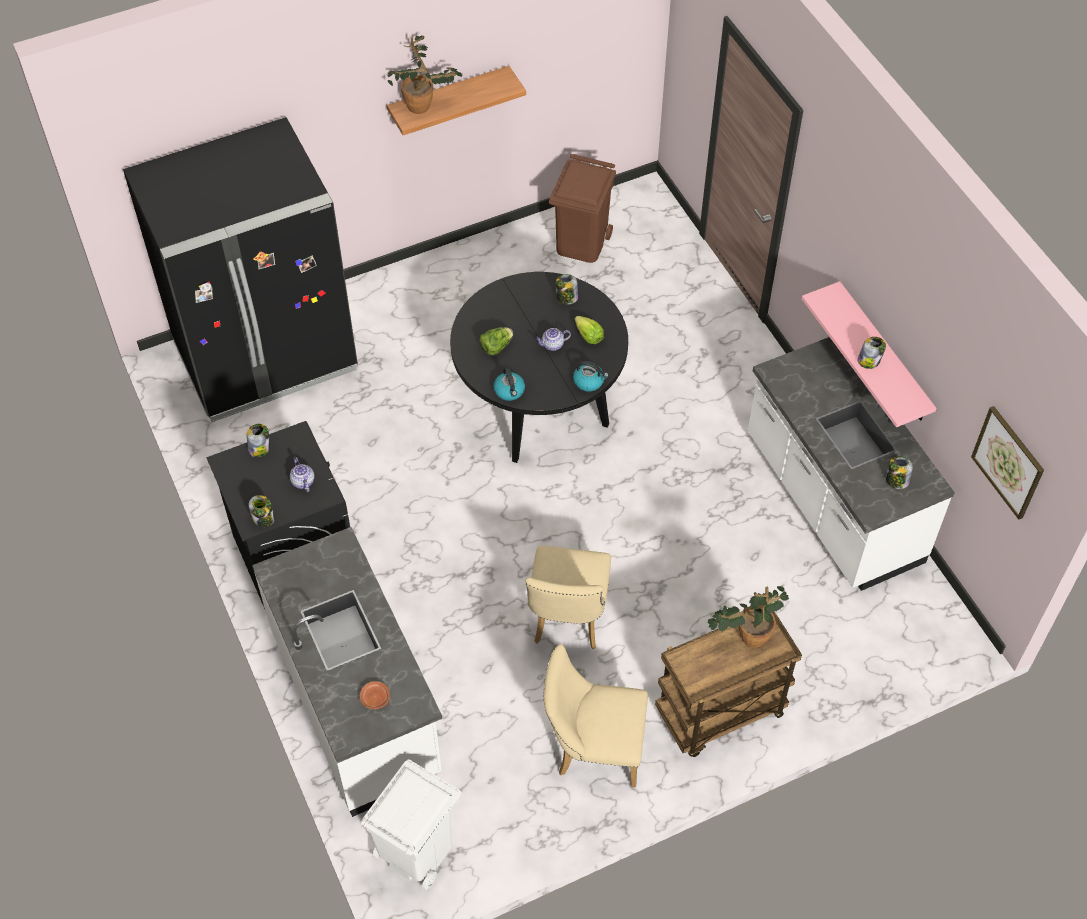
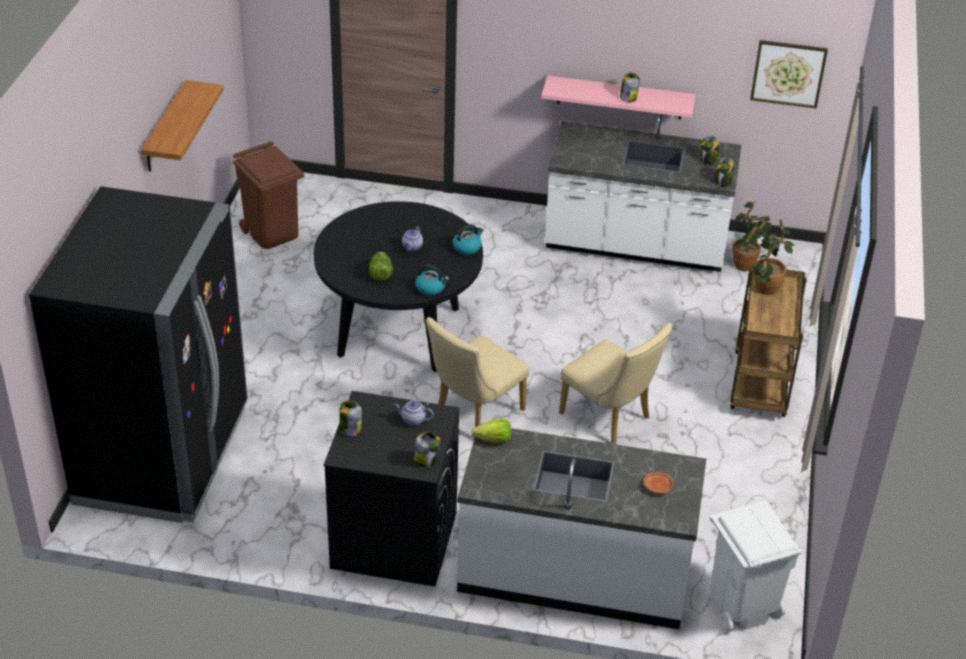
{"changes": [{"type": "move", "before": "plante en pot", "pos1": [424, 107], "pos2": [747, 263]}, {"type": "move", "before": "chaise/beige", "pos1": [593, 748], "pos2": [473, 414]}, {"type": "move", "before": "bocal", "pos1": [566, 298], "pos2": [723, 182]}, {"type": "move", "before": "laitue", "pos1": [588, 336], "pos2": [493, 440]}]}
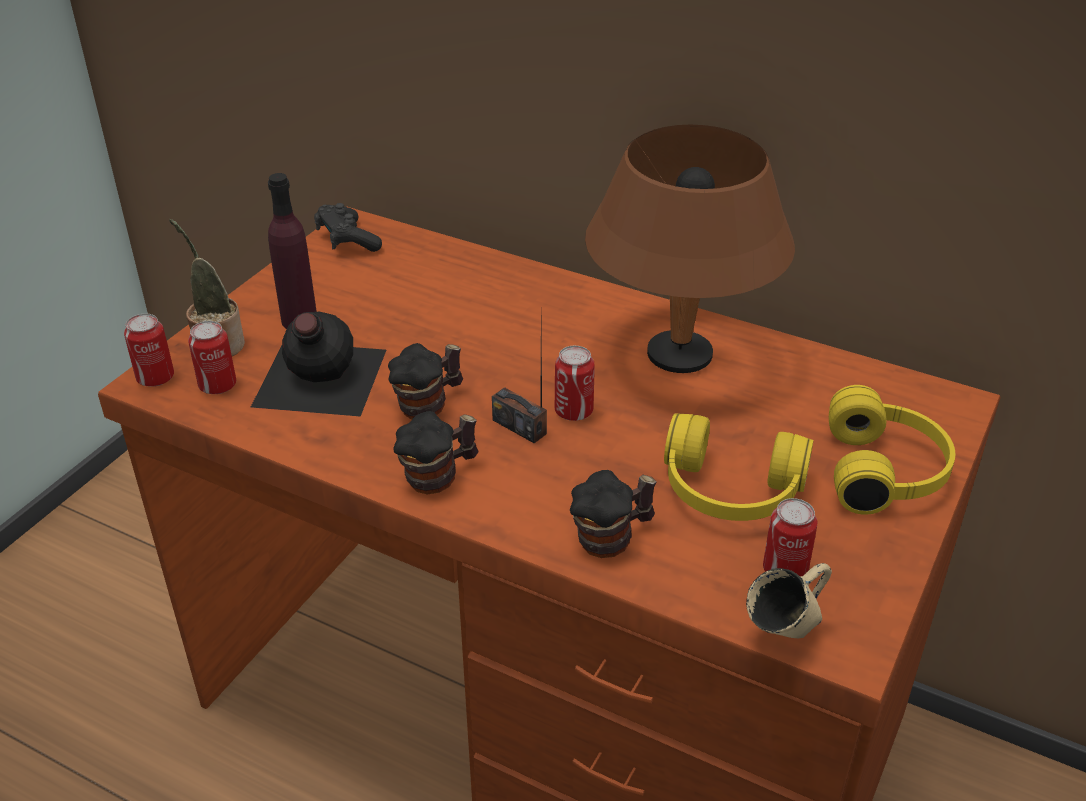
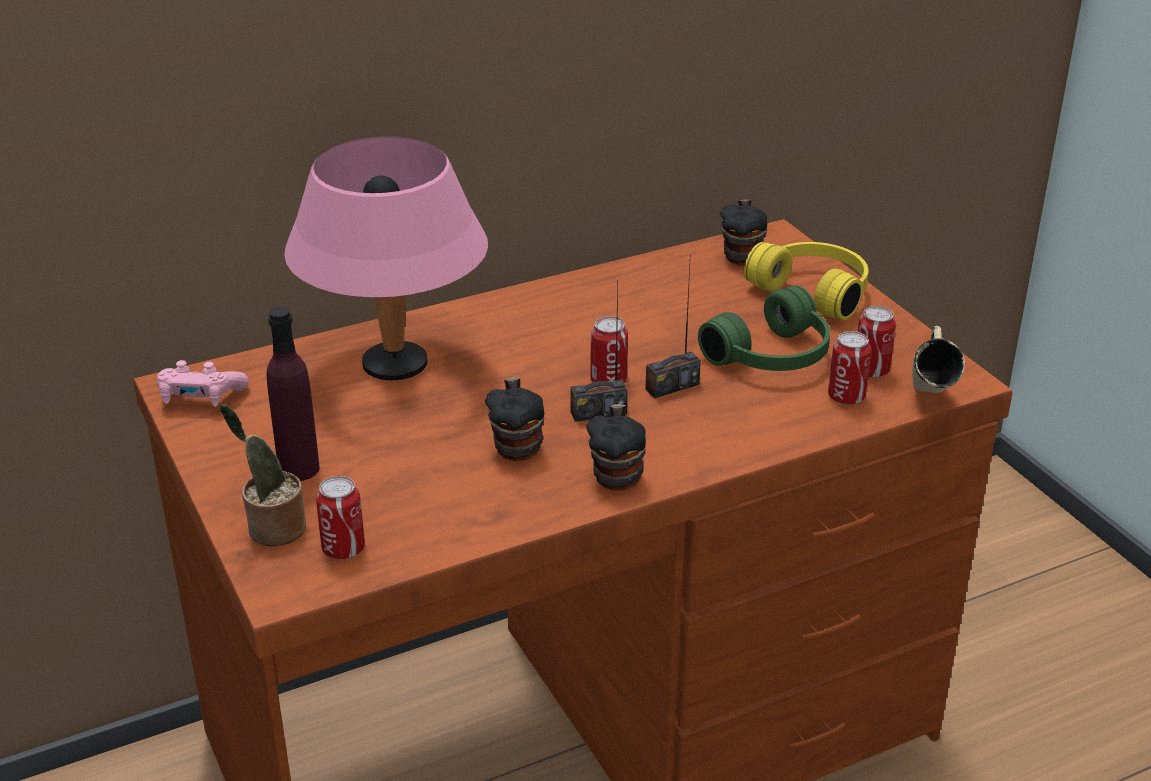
{"changes": [{"type": "move", "before": "boîte métallique", "pos1": [155, 378], "pos2": [846, 397]}, {"type": "delete", "before": "bouteille/noir", "pos1": [318, 378]}, {"type": "recolor", "before": "manette/noir", "after": "manette/rose", "pos1": [347, 240], "pos2": [200, 398]}, {"type": "move", "before": "mug", "pos1": [612, 538], "pos2": [742, 254]}, {"type": "delete", "before": "lampe de table/marron", "pos1": [680, 357]}, {"type": "recolor", "before": "casque audio/jaune", "after": "casque audio/vert", "pos1": [729, 493], "pos2": [774, 357]}, {"type": "insert", "after": "lampe de table/rose", "pos2": [394, 365]}, {"type": "insert", "after": "radio", "pos2": [672, 386]}]}
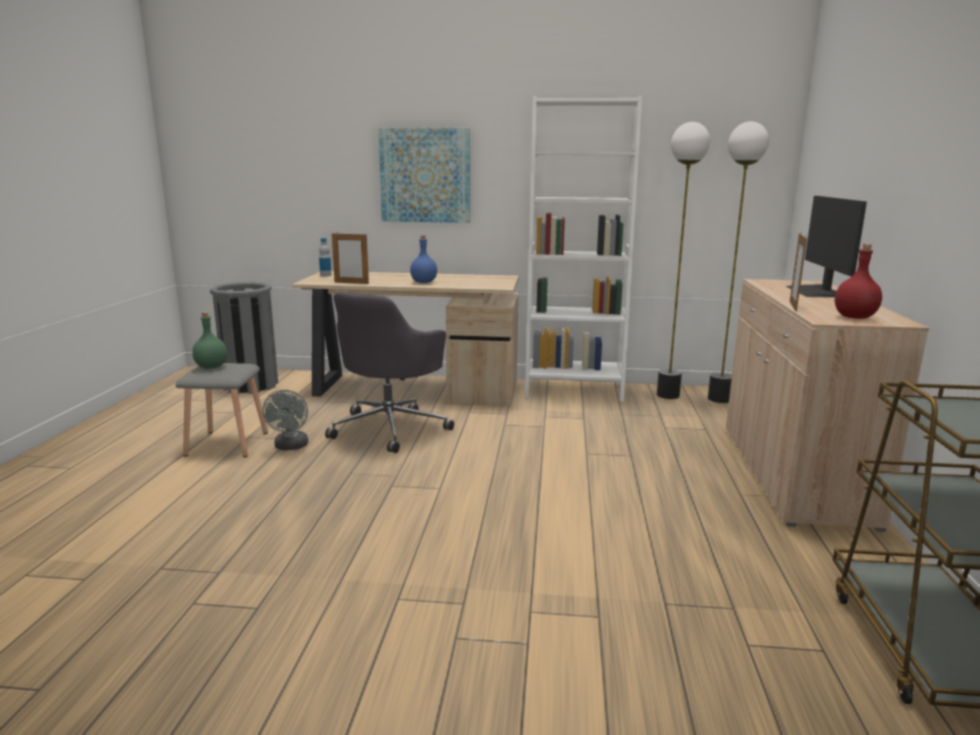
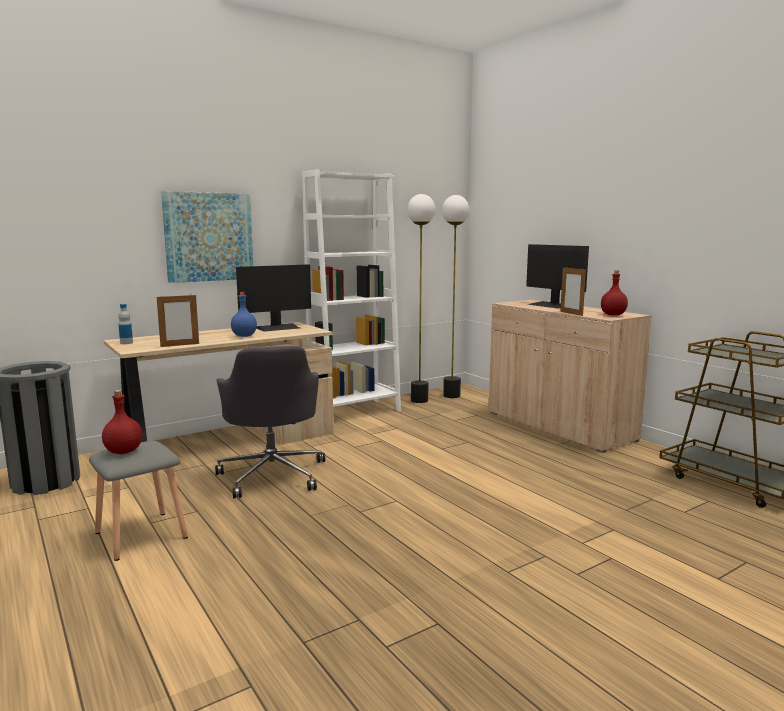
{"changes": [{"type": "recolor", "before": "bouteille/vert", "after": "bouteille/rouge", "pos1": [211, 367], "pos2": [123, 451]}, {"type": "delete", "before": "ventilateur/gris", "pos1": [290, 447]}, {"type": "insert", "after": "écran d'ordinateur", "pos2": [278, 327]}]}
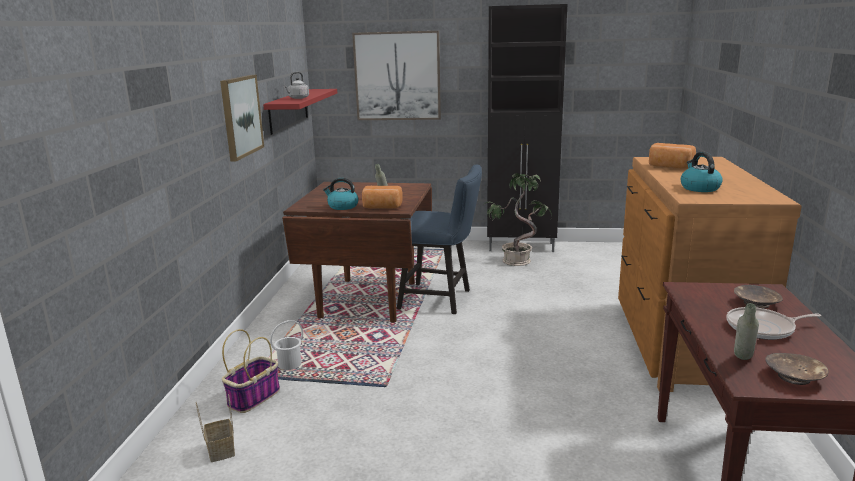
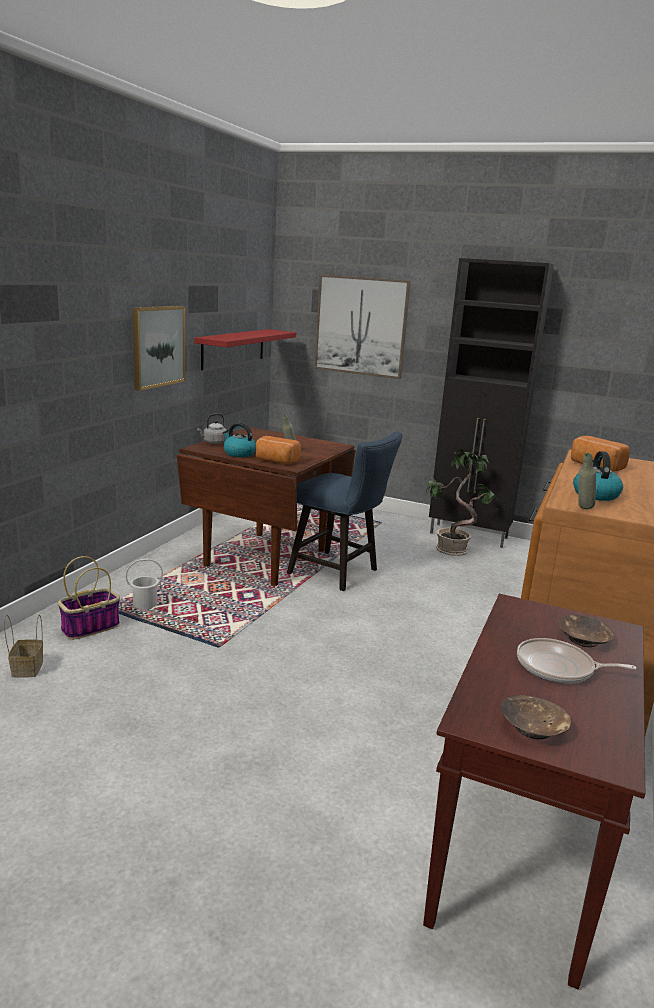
{"changes": [{"type": "move", "before": "bouilloire/gris", "pos1": [298, 98], "pos2": [214, 443]}, {"type": "move", "before": "bouteille/gris", "pos1": [742, 360], "pos2": [582, 509]}]}
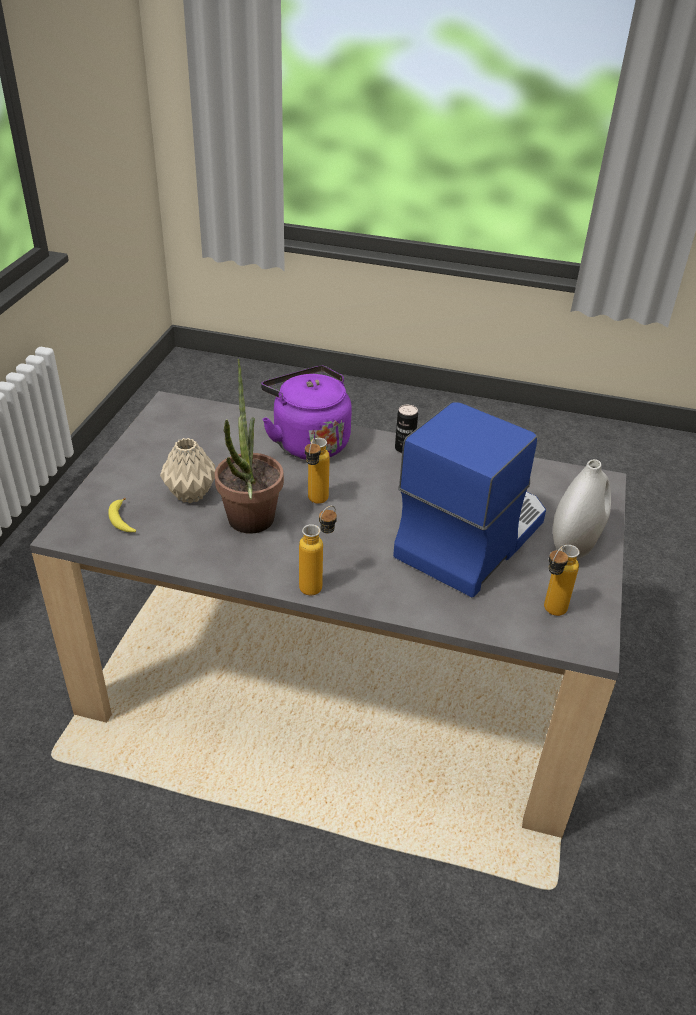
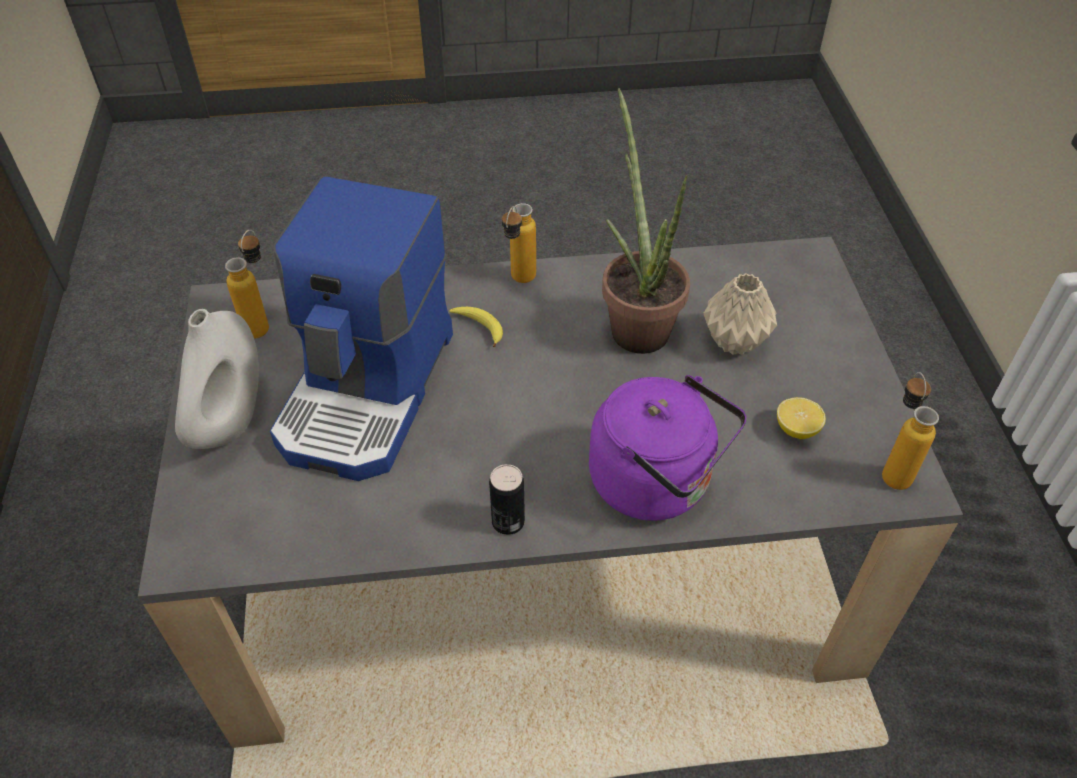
{"changes": [{"type": "move", "before": "banane", "pos1": [122, 520], "pos2": [479, 327]}, {"type": "move", "before": "bouteille", "pos1": [315, 503], "pos2": [892, 468]}, {"type": "insert", "after": "citron", "pos2": [796, 429]}]}
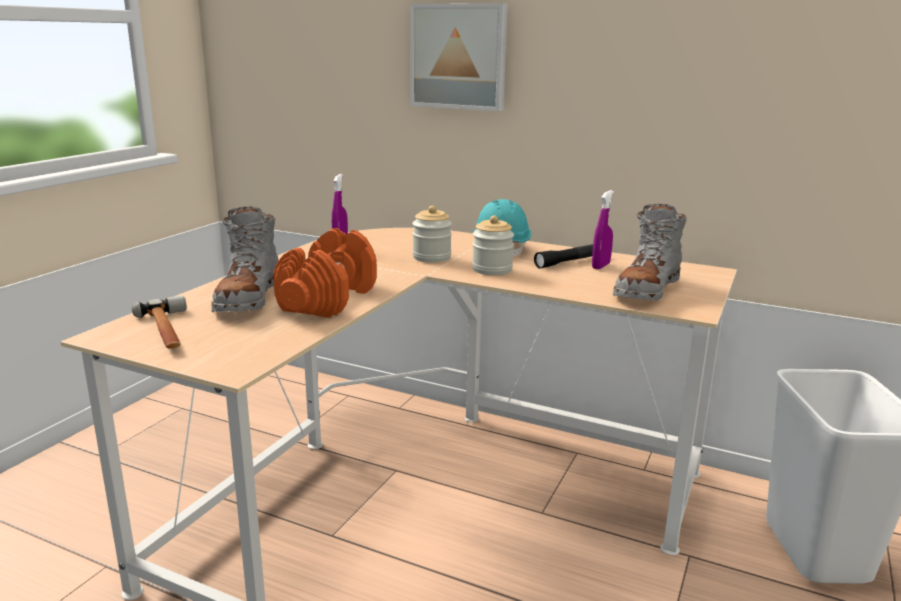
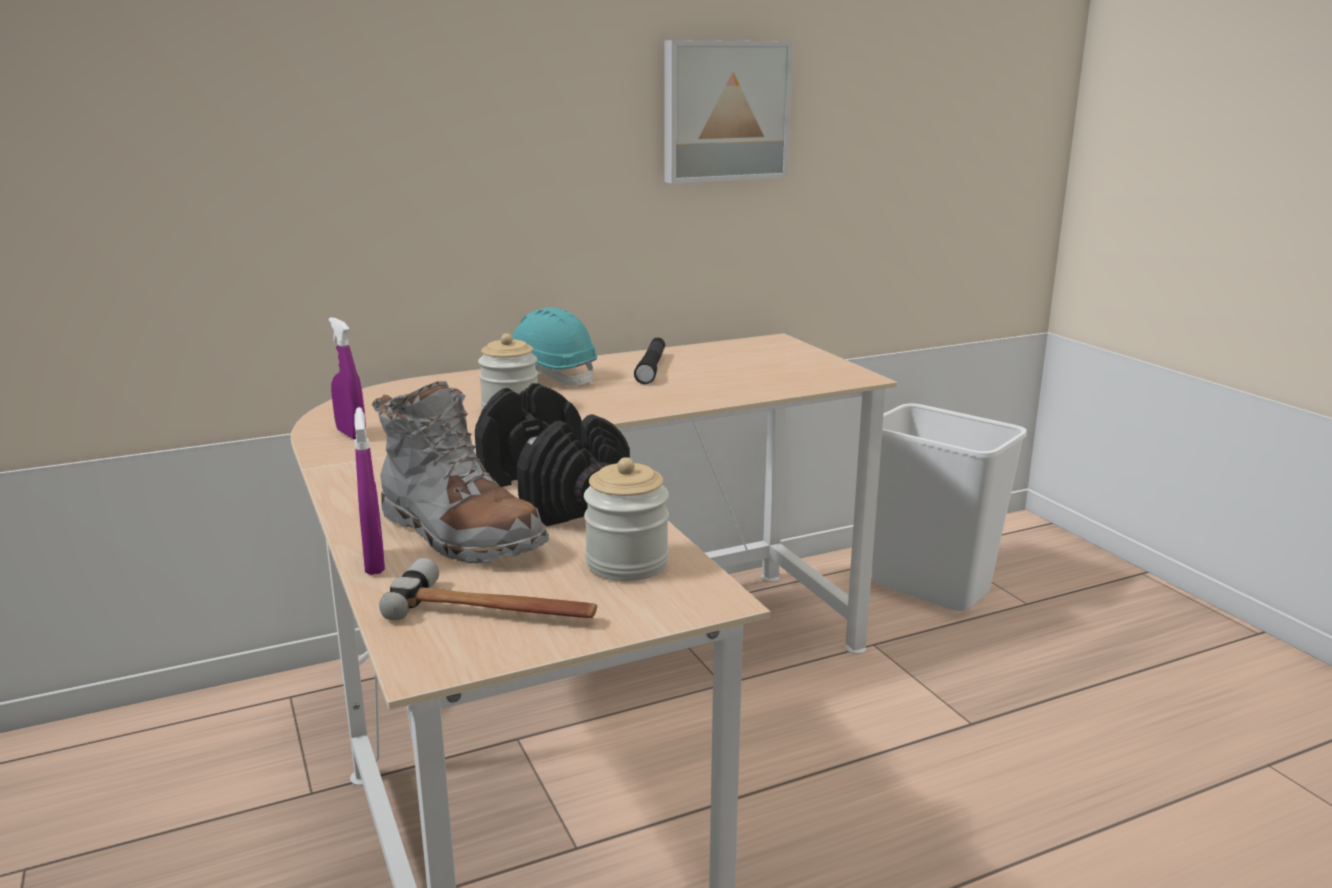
{"changes": [{"type": "recolor", "before": "haltère/orange", "after": "haltère/noir", "pos1": [328, 299], "pos2": [554, 493]}, {"type": "move", "before": "tableau", "pos1": [459, 56], "pos2": [724, 111]}, {"type": "move", "before": "bocal", "pos1": [492, 269], "pos2": [627, 563]}, {"type": "move", "before": "vaporisateur/violet", "pos1": [600, 266], "pos2": [374, 563]}, {"type": "delete", "before": "botte/gris", "pos1": [647, 290]}]}
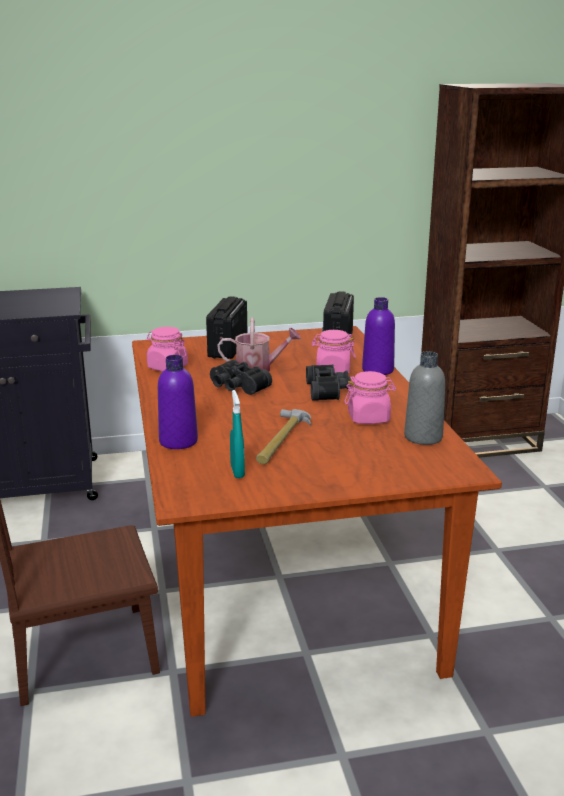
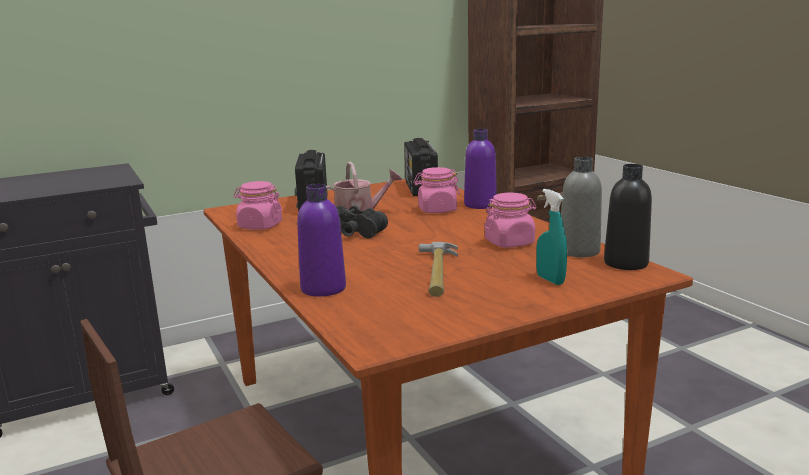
{"changes": [{"type": "move", "before": "vaporisateur/turquoise", "pos1": [237, 471], "pos2": [550, 280]}, {"type": "delete", "before": "jumelles/noir", "pos1": [328, 390]}, {"type": "insert", "after": "bouteille/noir", "pos2": [626, 263]}]}
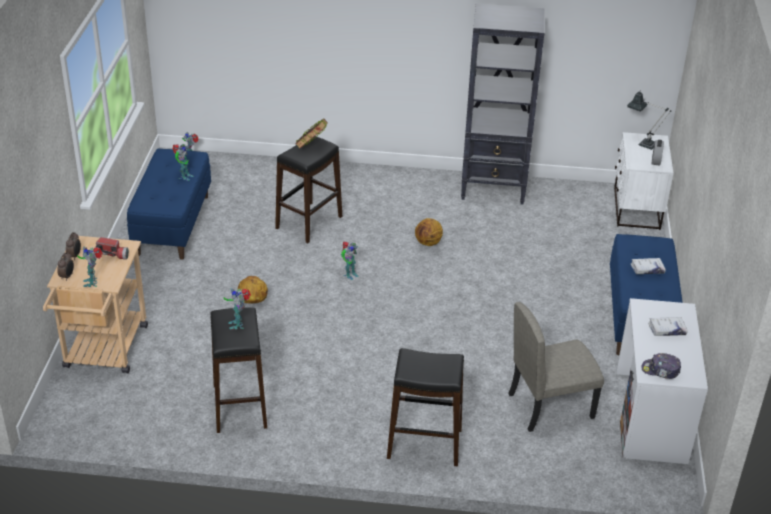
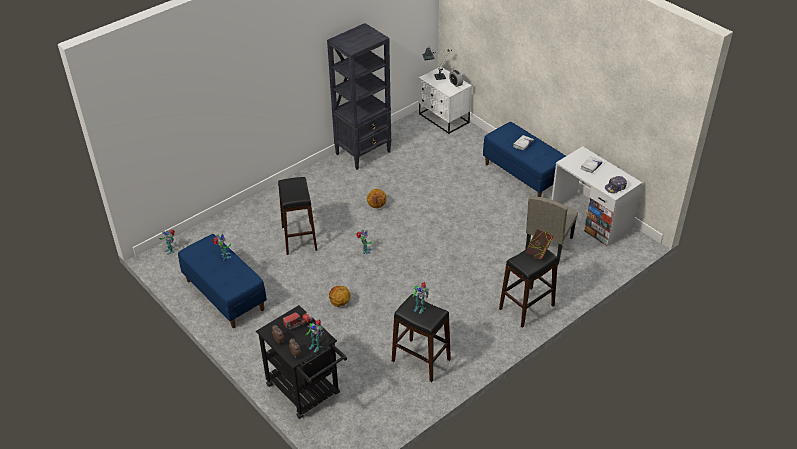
{"changes": [{"type": "recolor", "before": "chariot/beige", "after": "chariot/noir", "pos1": [104, 352], "pos2": [307, 392]}, {"type": "move", "before": "livre", "pos1": [311, 147], "pos2": [538, 253]}]}
